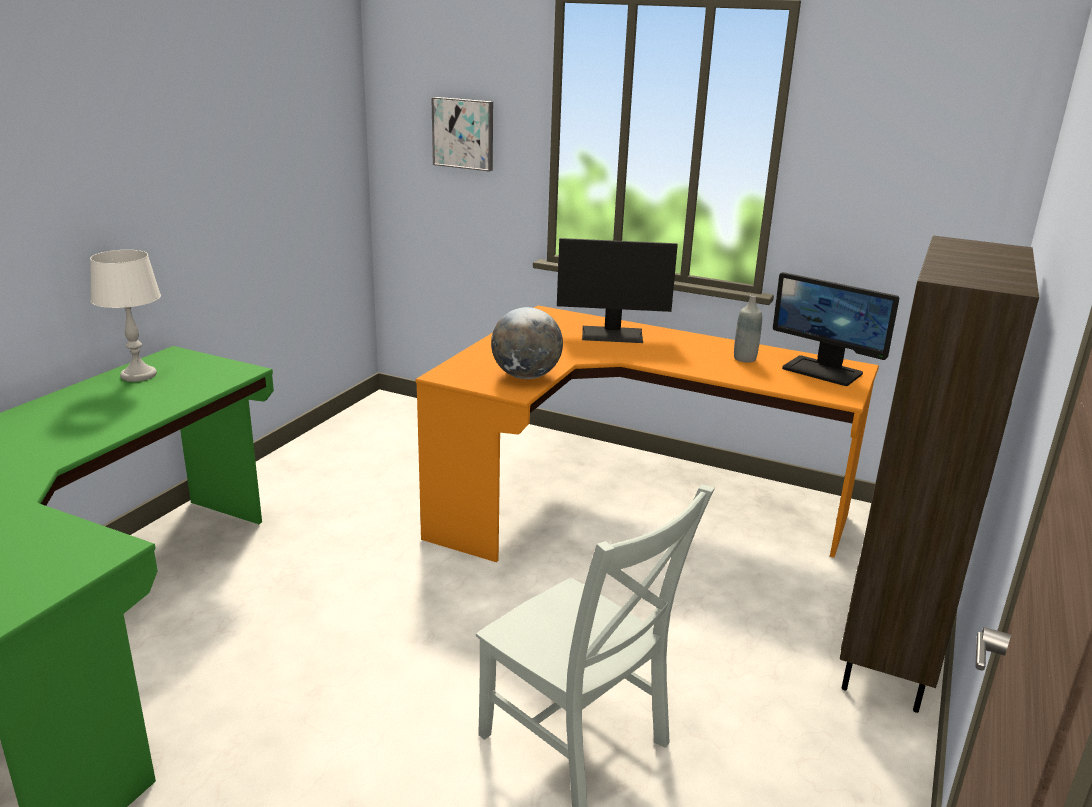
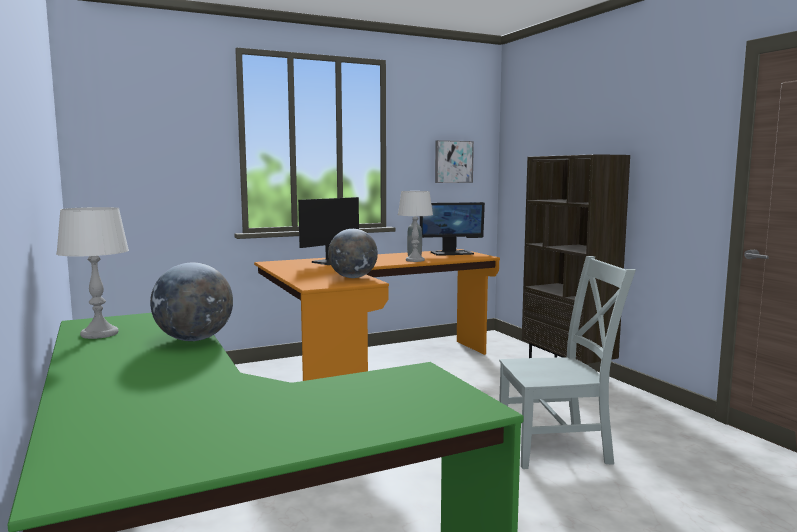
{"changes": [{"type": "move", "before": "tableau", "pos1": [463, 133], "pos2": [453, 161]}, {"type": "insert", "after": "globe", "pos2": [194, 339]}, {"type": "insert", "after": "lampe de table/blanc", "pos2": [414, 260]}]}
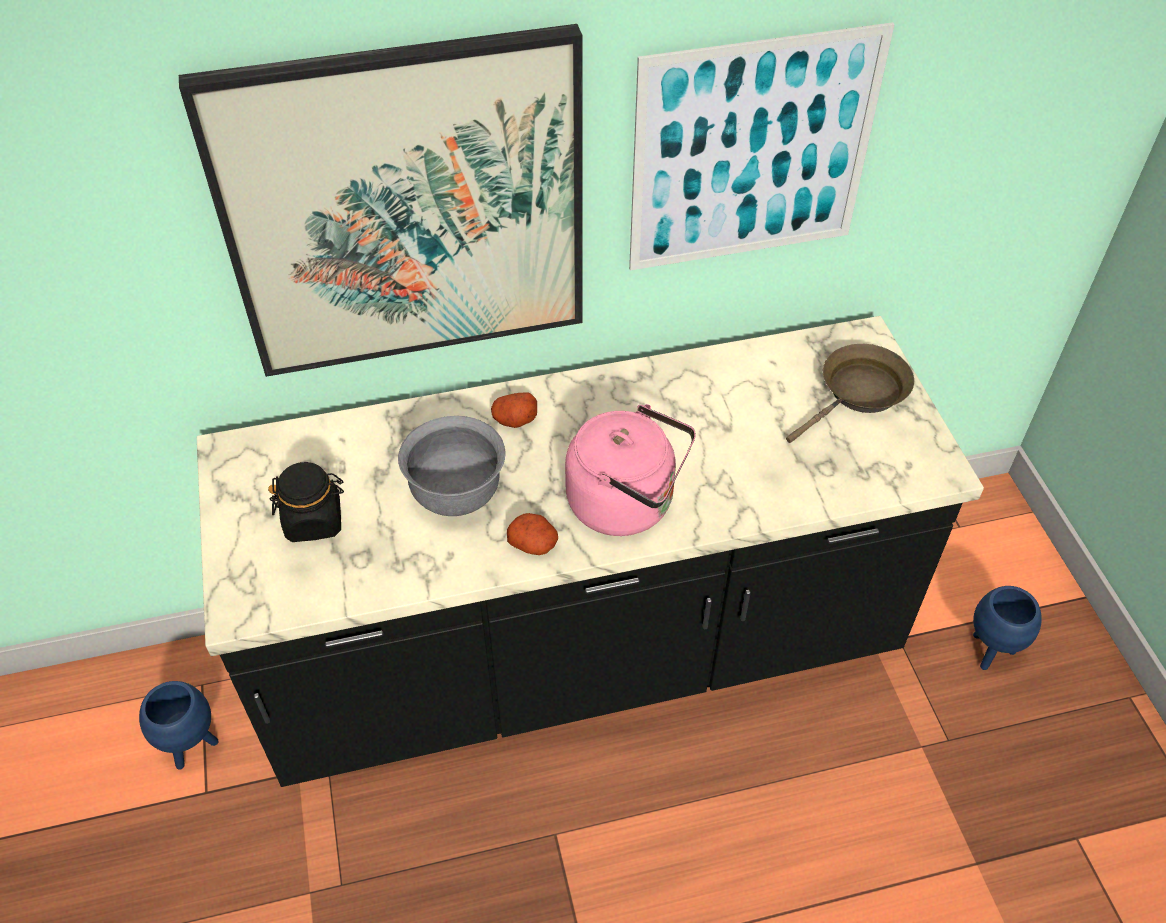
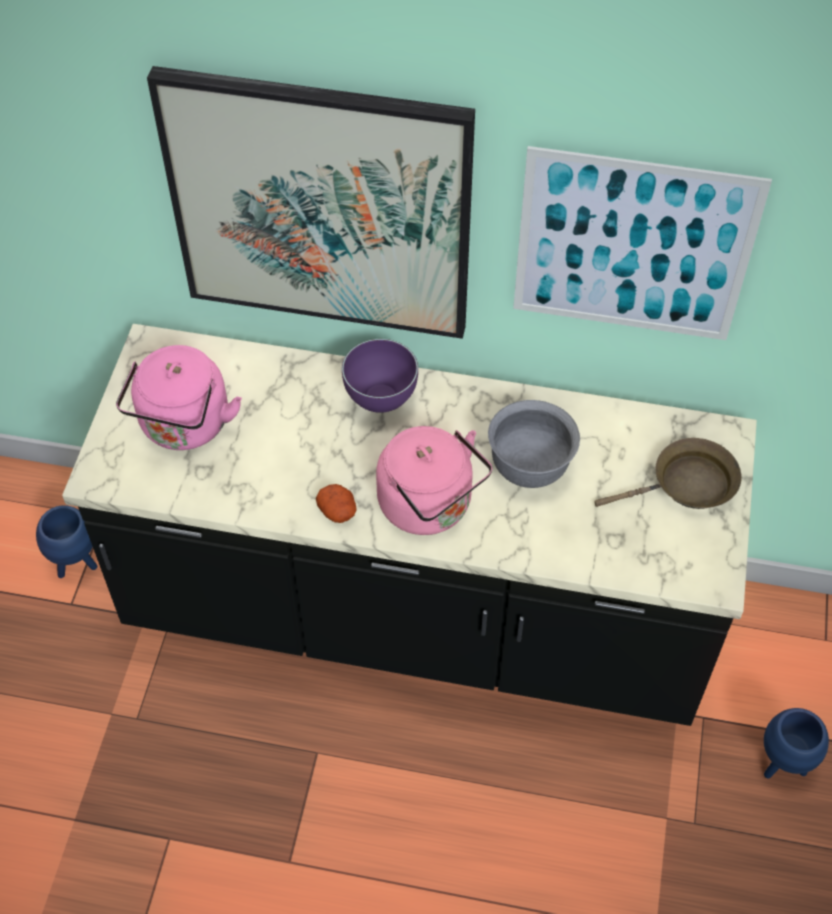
{"changes": [{"type": "replace", "before": "bocal/noir", "after": "bouilloire/rose", "pos1": [314, 520], "pos2": [184, 427]}, {"type": "move", "before": "bol/gris", "pos1": [457, 495], "pos2": [530, 468]}, {"type": "replace", "before": "pomme de terre", "after": "bol/violet", "pos1": [514, 419], "pos2": [381, 400]}]}
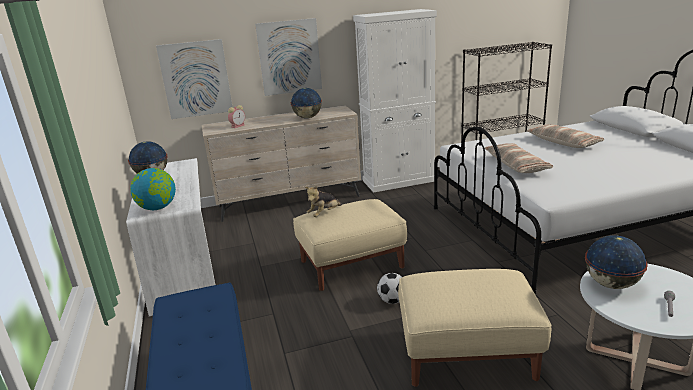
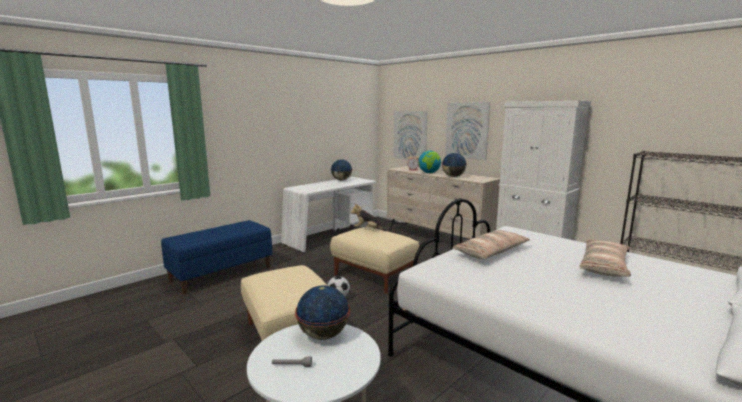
{"changes": [{"type": "move", "before": "globe", "pos1": [157, 208], "pos2": [429, 173]}]}
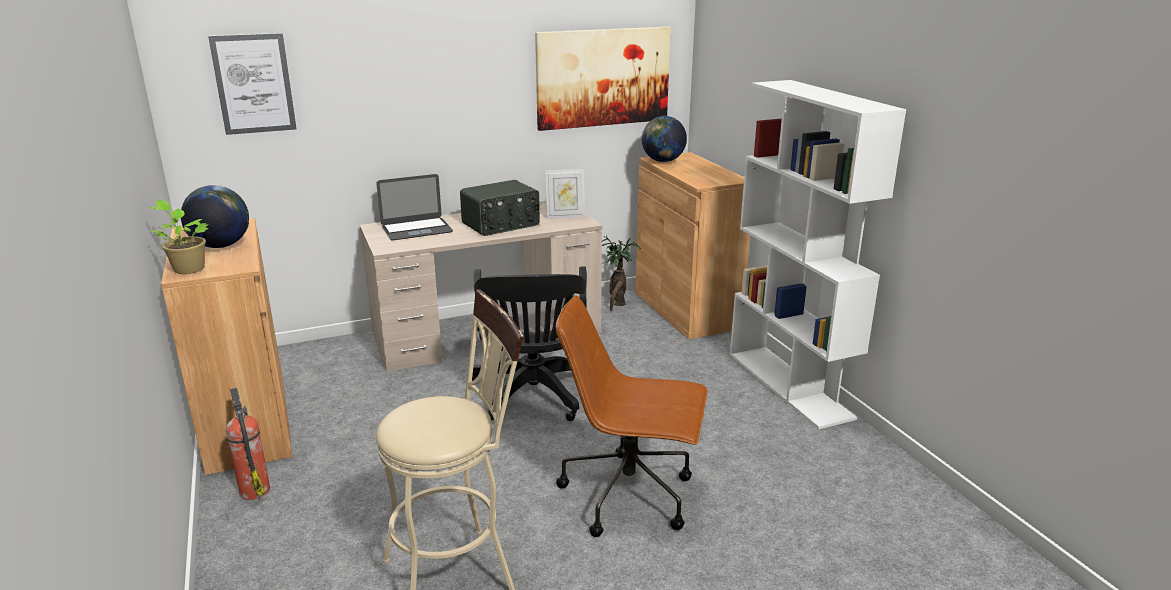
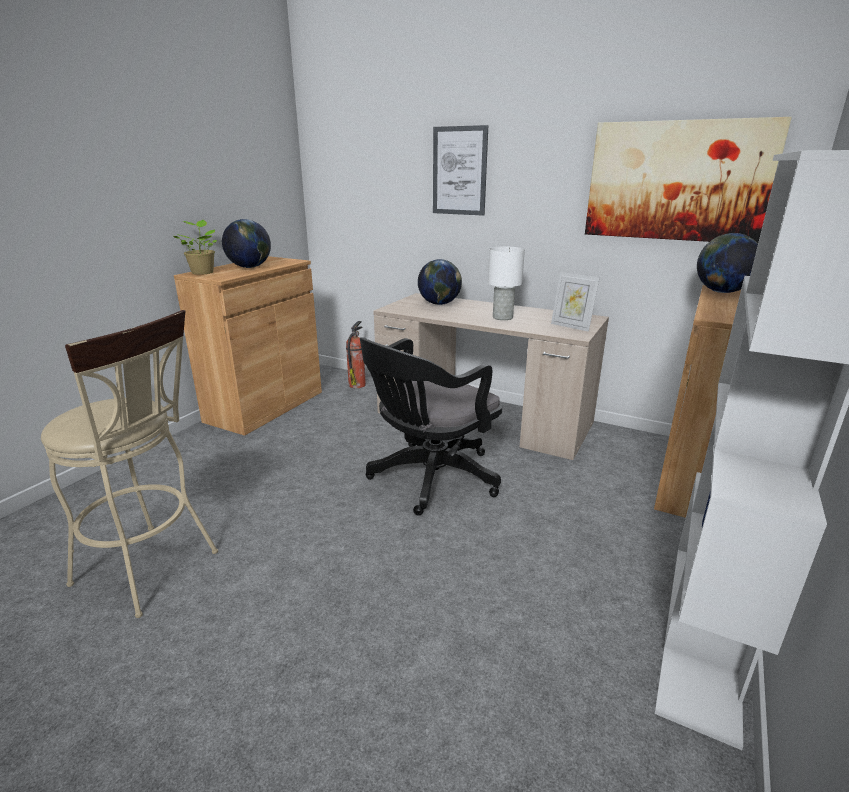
{"changes": [{"type": "move", "before": "tableau", "pos1": [254, 84], "pos2": [459, 171]}, {"type": "move", "before": "extincteur", "pos1": [254, 490], "pos2": [357, 384]}, {"type": "replace", "before": "ordinateur portable", "after": "globe", "pos1": [416, 229], "pos2": [439, 304]}, {"type": "replace", "before": "radio", "after": "lampe de table/blanc", "pos1": [501, 225], "pos2": [503, 317]}, {"type": "delete", "before": "chaise de bureau/marron", "pos1": [630, 495]}, {"type": "delete", "before": "plante en pot", "pos1": [617, 303]}]}
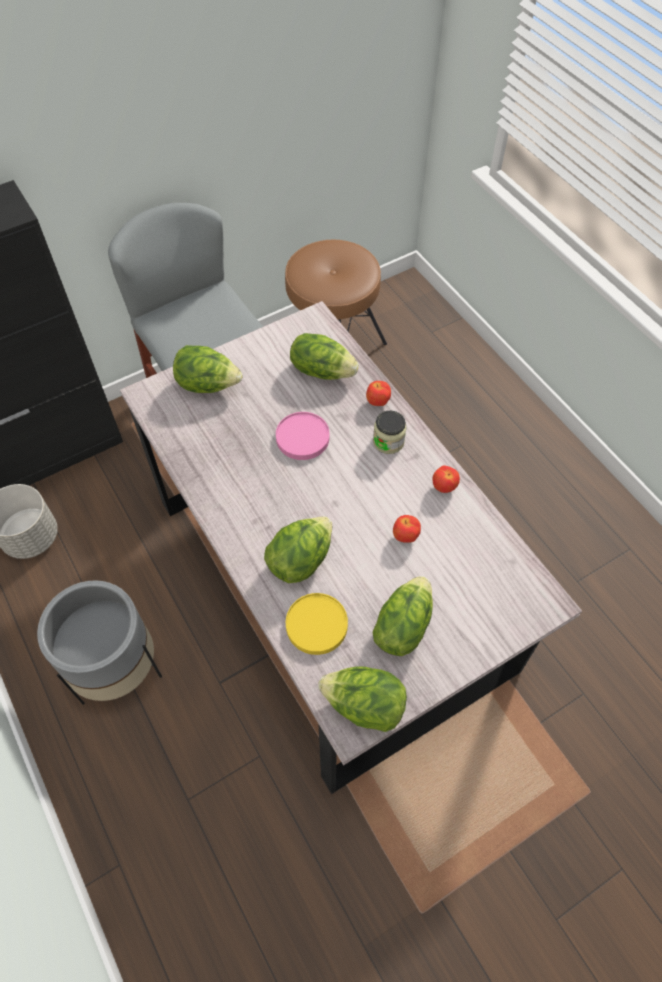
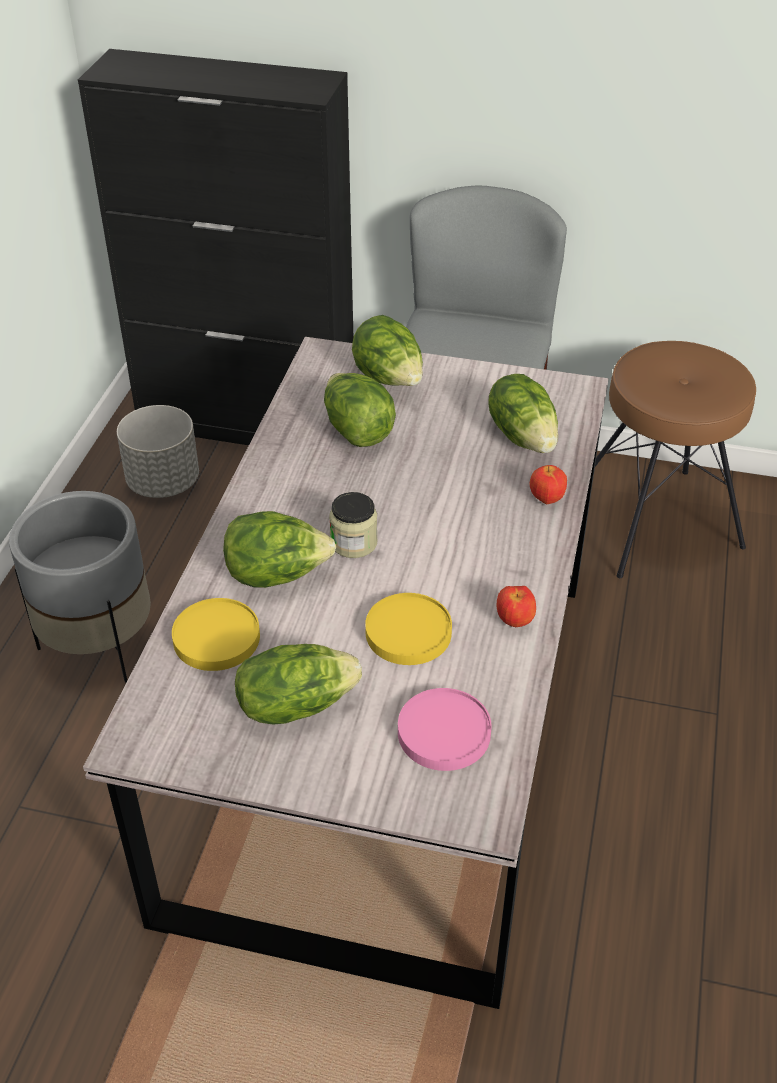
{"changes": [{"type": "move", "before": "assiette/rose", "pos1": [303, 438], "pos2": [444, 733]}, {"type": "move", "before": "laitue", "pos1": [364, 706], "pos2": [357, 431]}, {"type": "move", "before": "bocal", "pos1": [388, 441], "pos2": [354, 543]}, {"type": "replace", "before": "pomme", "after": "assiette/jaune", "pos1": [405, 537], "pos2": [408, 633]}]}
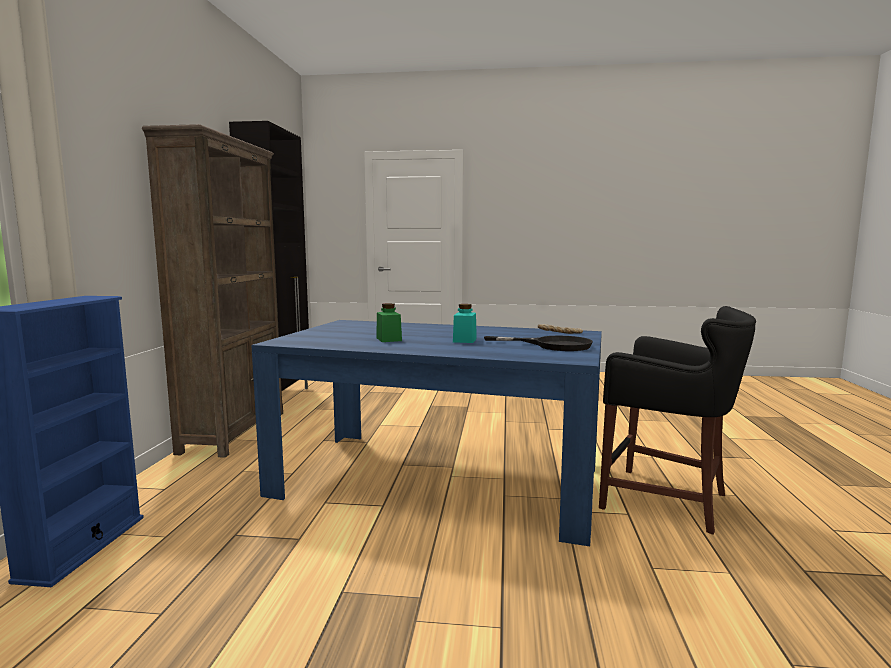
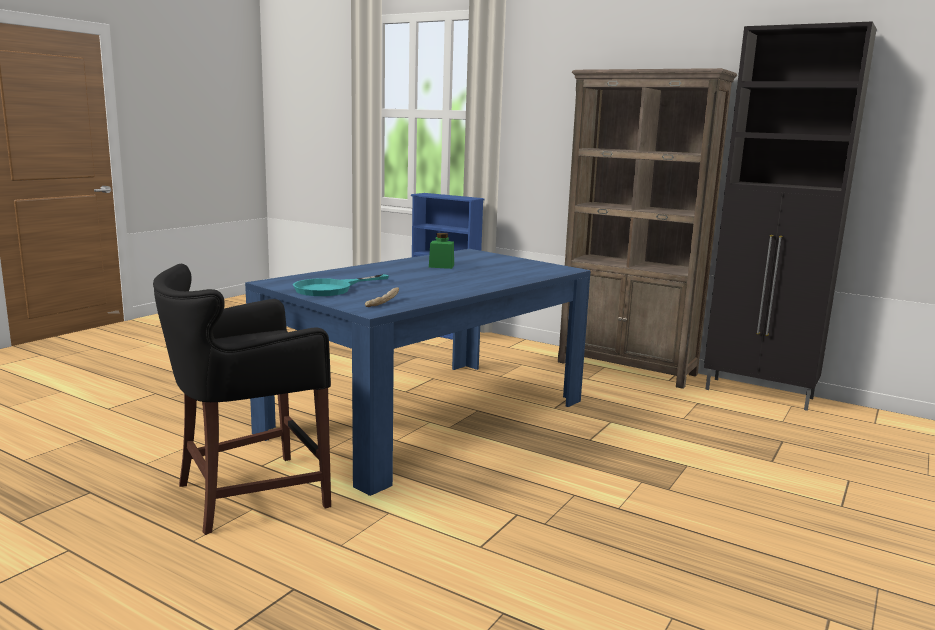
{"changes": [{"type": "delete", "before": "bocal/turquoise", "pos1": [464, 340]}, {"type": "recolor", "before": "poêle/noir", "after": "poêle/turquoise", "pos1": [552, 345], "pos2": [331, 288]}]}
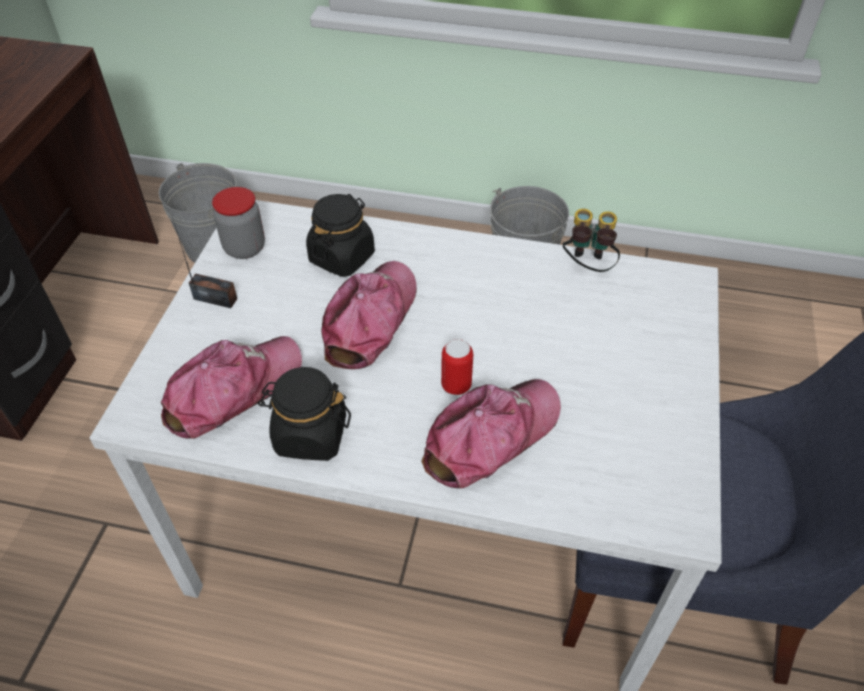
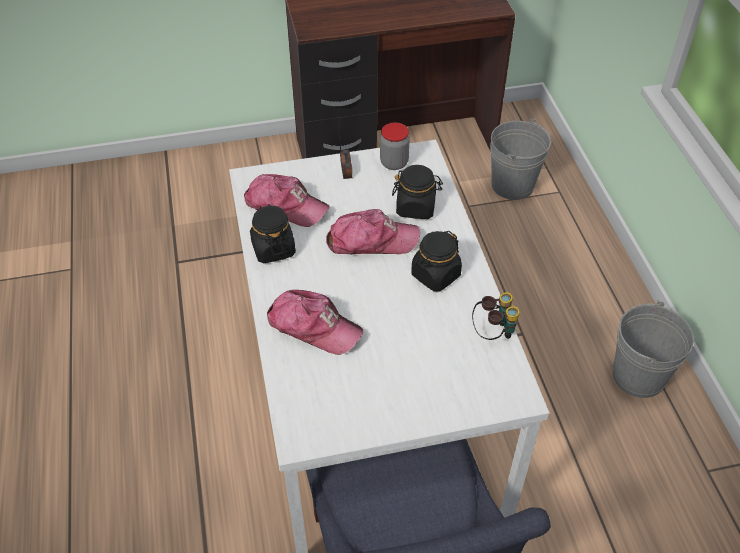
{"changes": [{"type": "delete", "before": "boîte métallique", "pos1": [456, 386]}, {"type": "insert", "after": "bocal/noir", "pos2": [435, 275]}]}
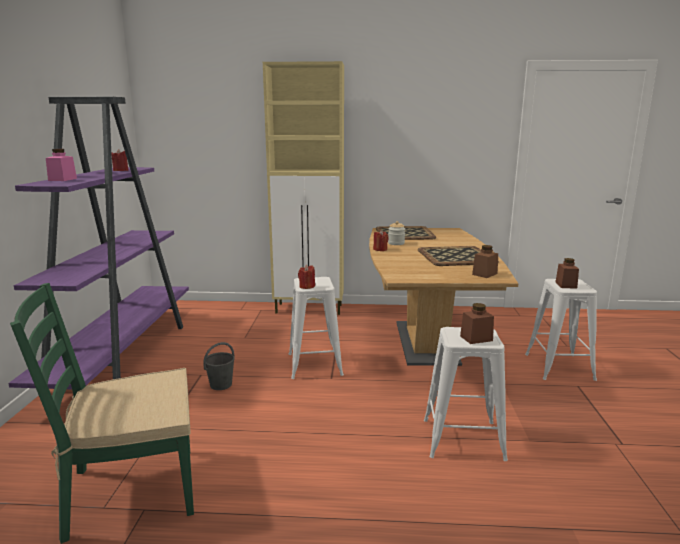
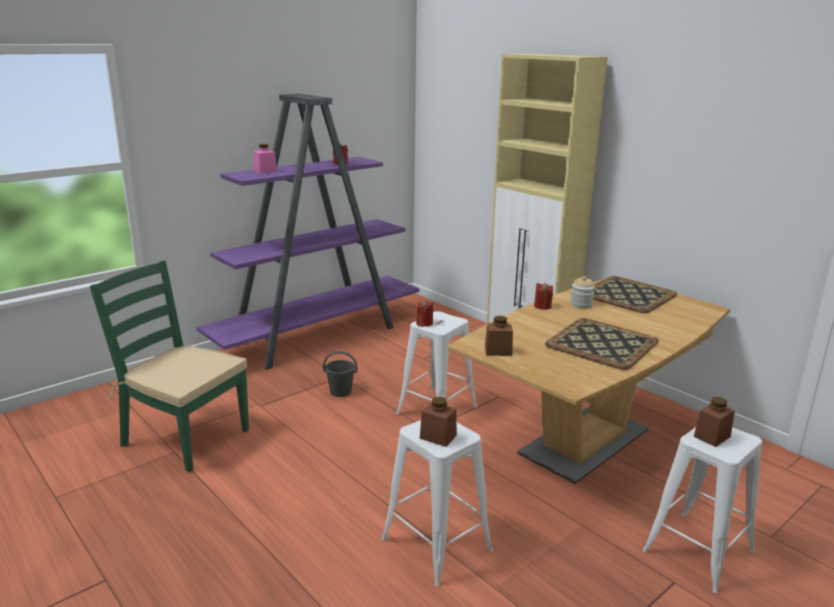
{"changes": [{"type": "move", "before": "bocal/marron", "pos1": [484, 274], "pos2": [498, 351]}]}
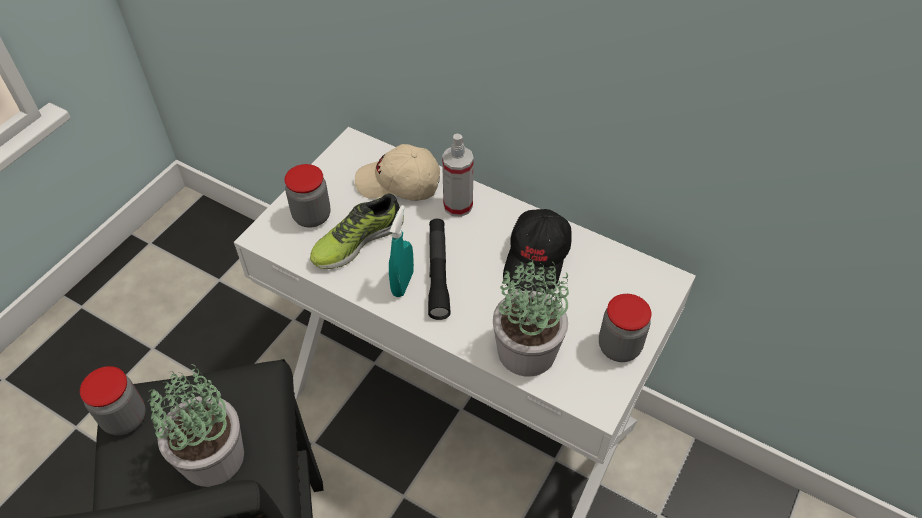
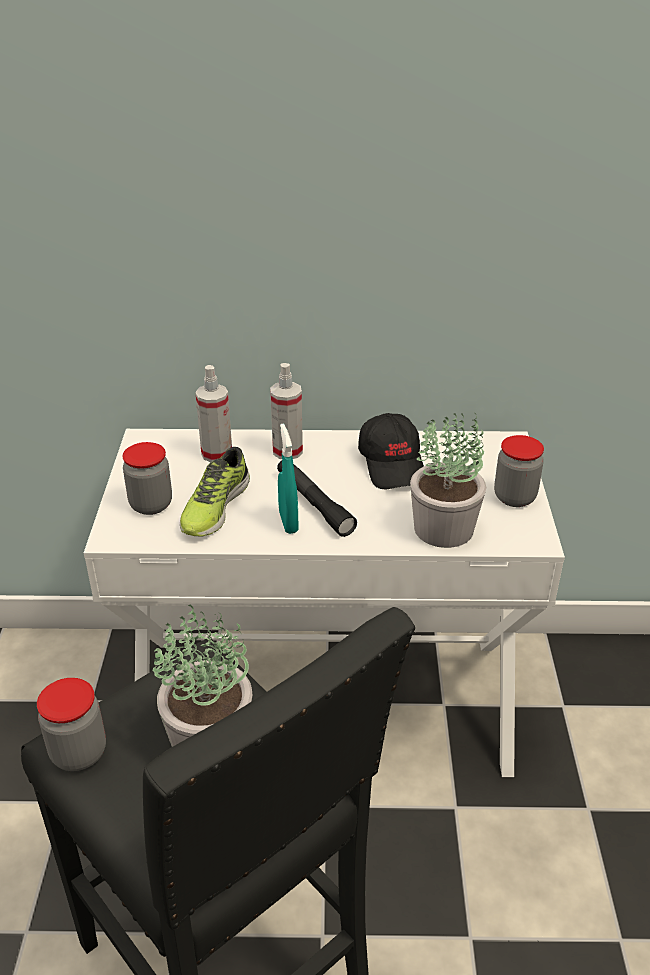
{"changes": [{"type": "replace", "before": "casquette/beige", "after": "vaporisateur", "pos1": [398, 184], "pos2": [216, 454]}]}
